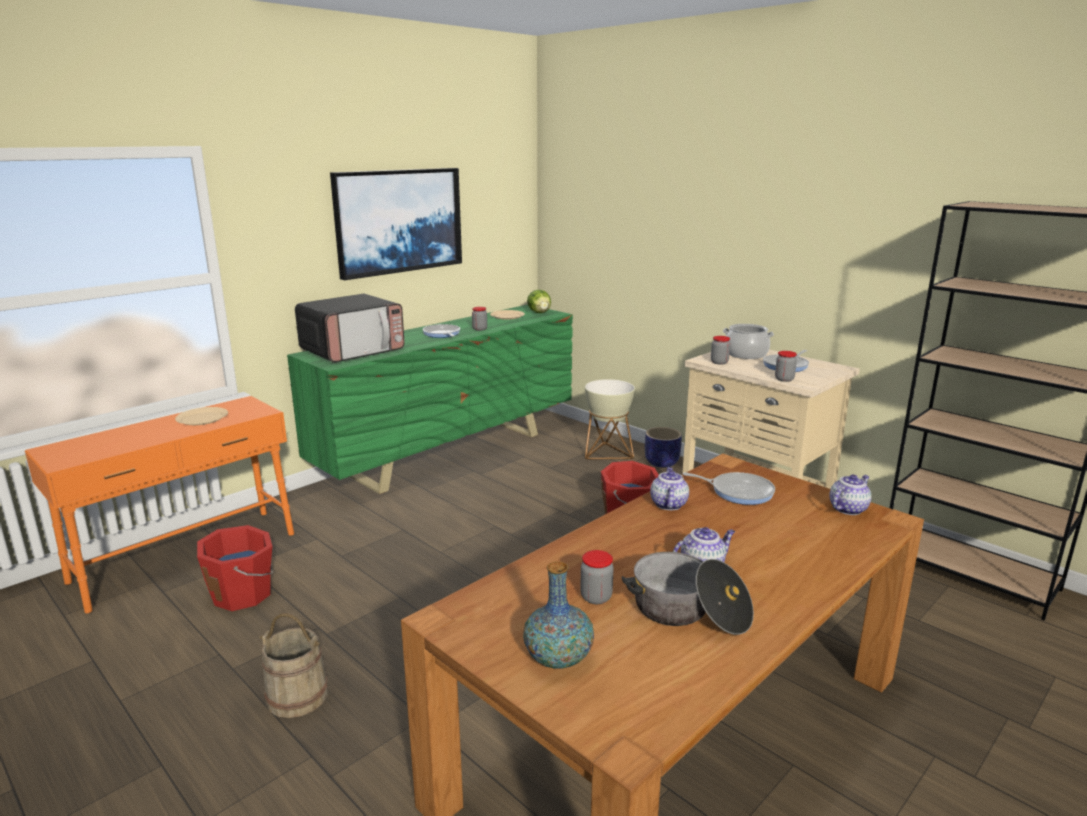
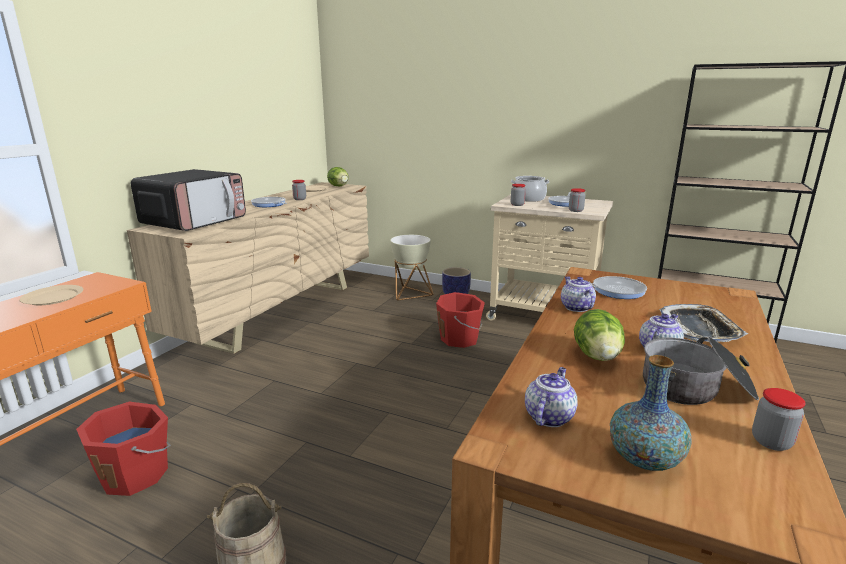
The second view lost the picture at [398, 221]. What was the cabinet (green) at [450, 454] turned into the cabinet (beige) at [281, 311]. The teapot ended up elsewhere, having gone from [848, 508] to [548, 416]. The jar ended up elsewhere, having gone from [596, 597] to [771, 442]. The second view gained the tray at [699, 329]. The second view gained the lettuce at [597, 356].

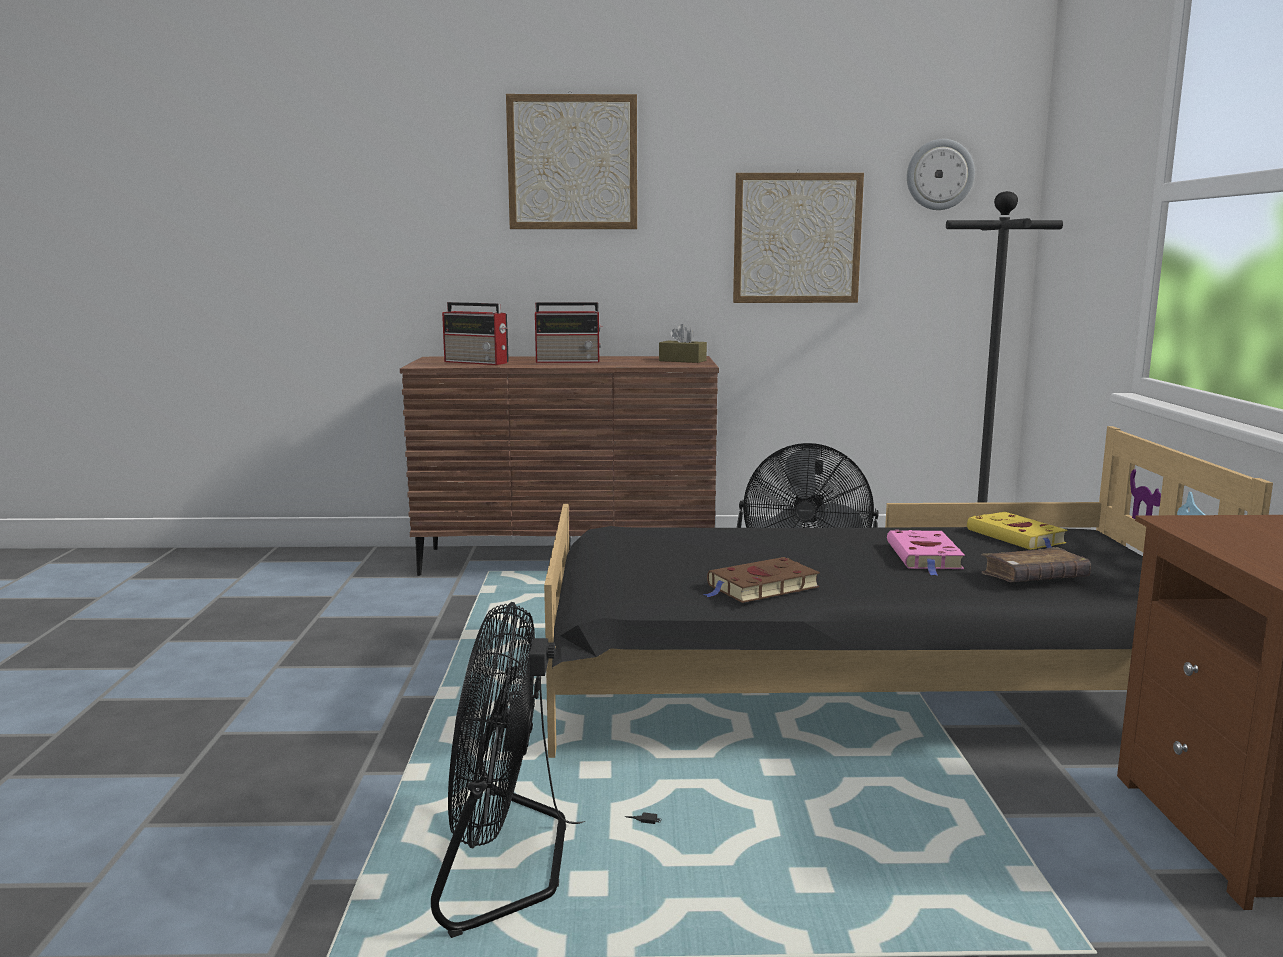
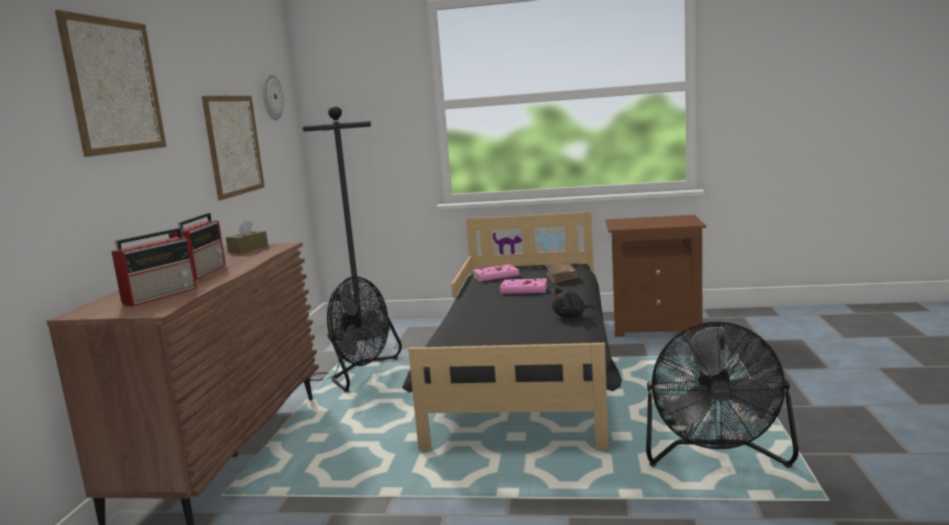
What was the book (yellow) at [1018, 537] turned into the book (pink) at [497, 276]. Where the book (brown) stood at [760, 587], the plush toy (black) came to stand at [571, 316].

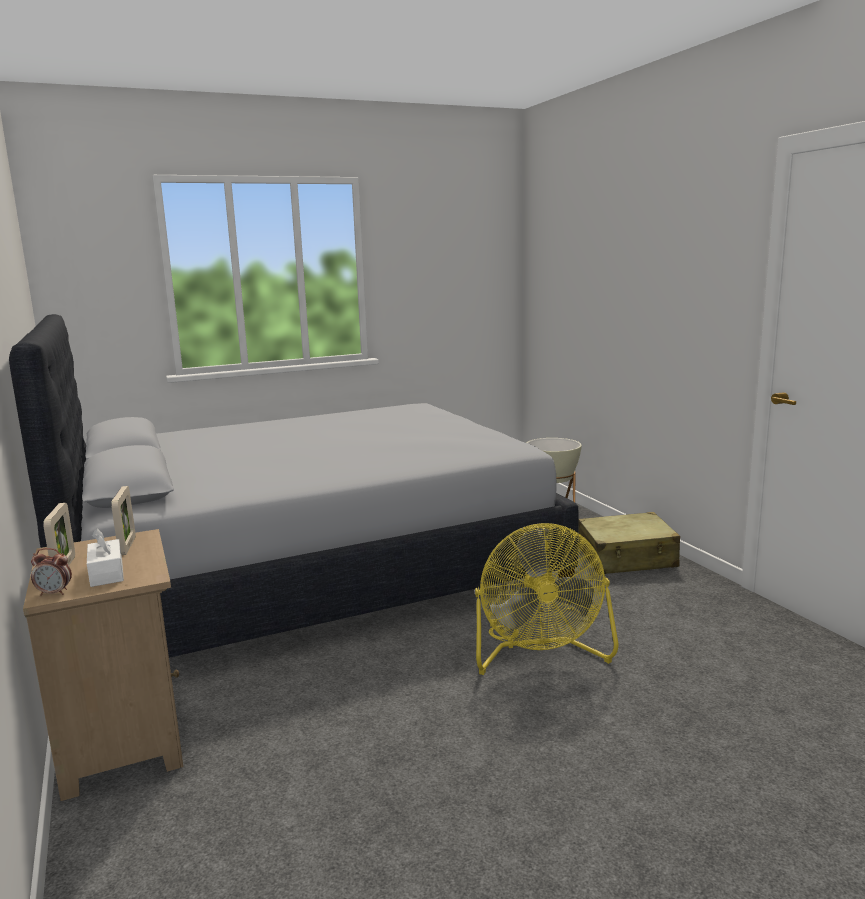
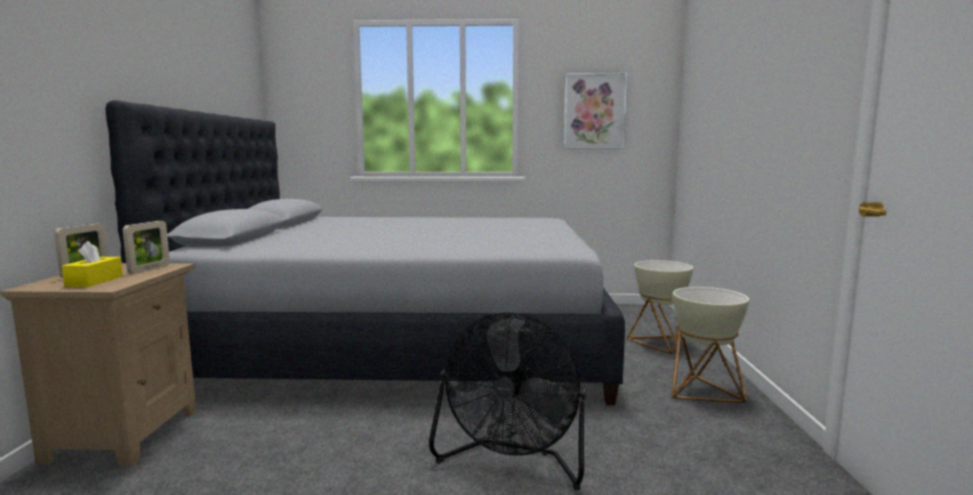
Where the suitcase (beige) stood at [627, 558], the planter came to stand at [704, 391]. What was the fan (yellow) at [534, 654] turned into the fan (black) at [508, 458]. What was the tissue box (white) at [106, 573] turned into the tissue box (yellow) at [94, 281]. The second view lost the alarm clock at [54, 593]. The second view gained the picture at [594, 111].

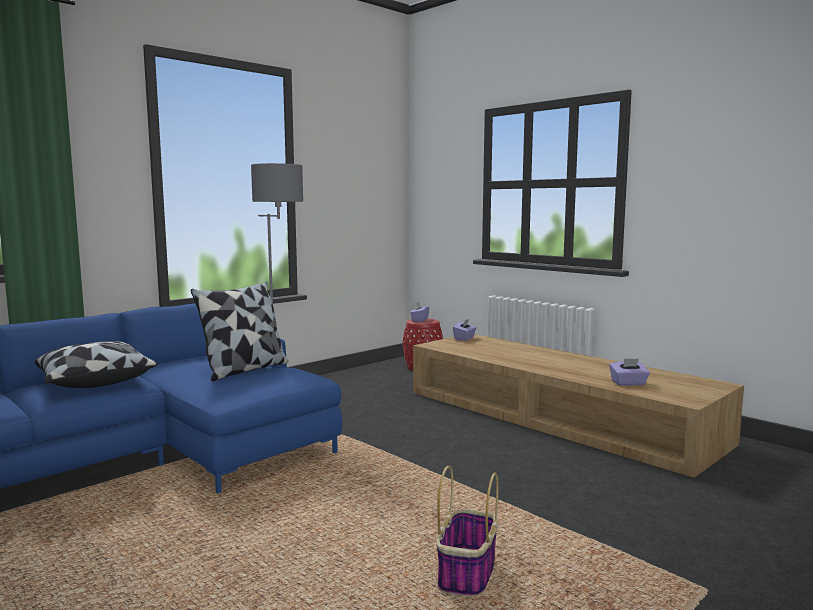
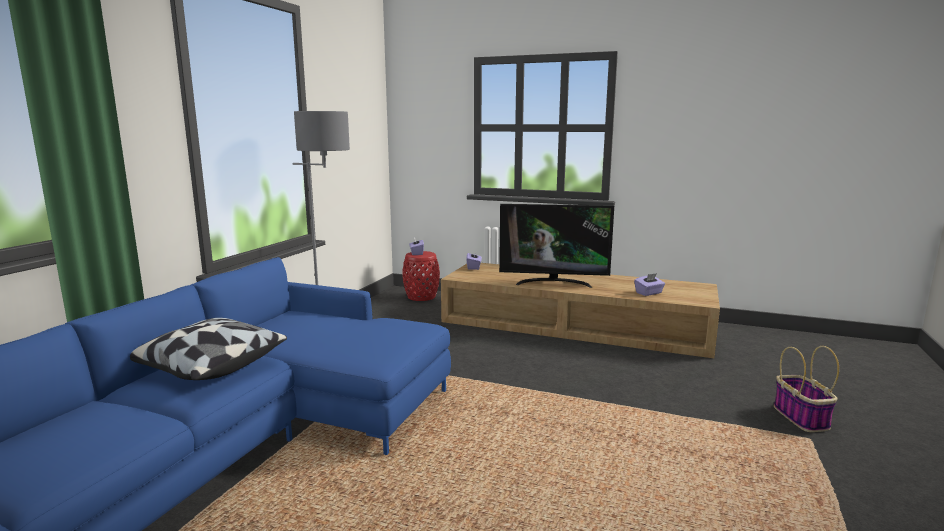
The second view lost the pillow at [244, 370]. The basket ended up elsewhere, having gone from [467, 574] to [802, 418]. The second view gained the television at [553, 282].

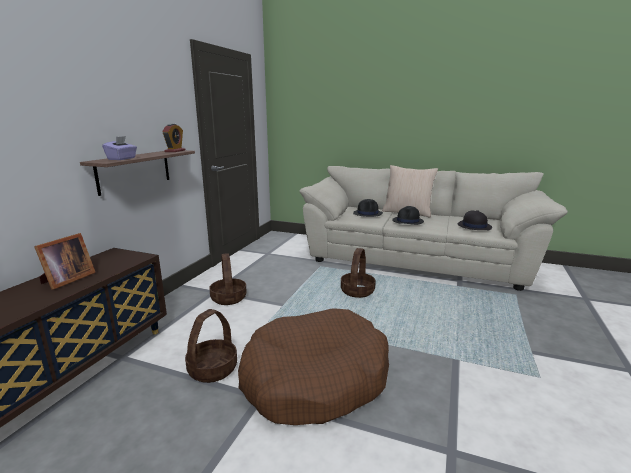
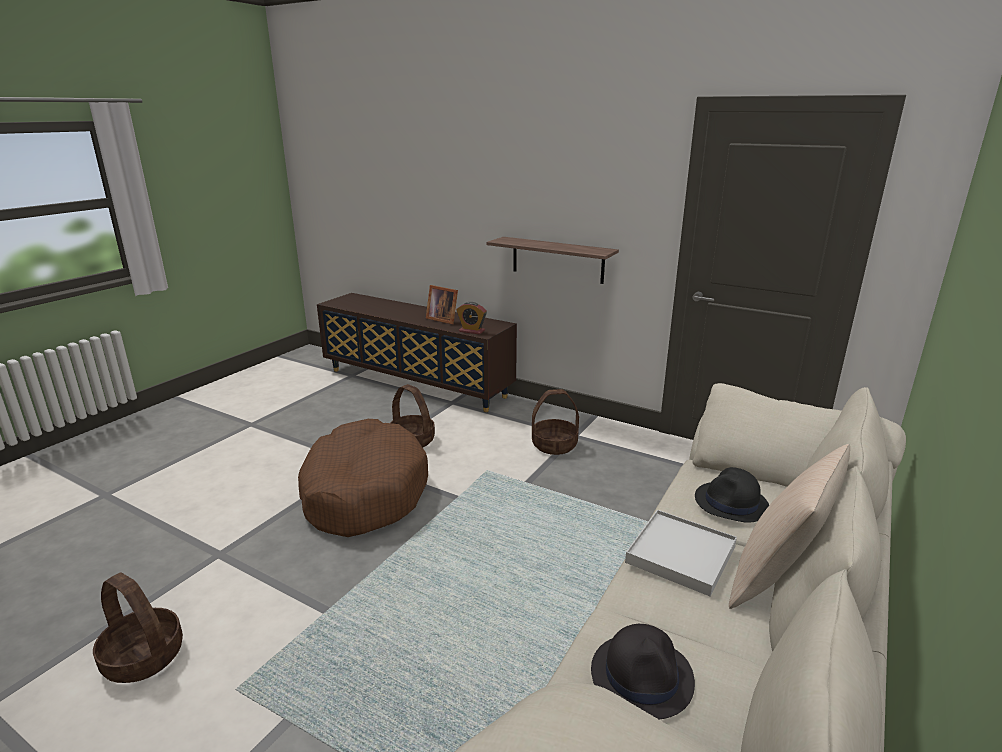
The alarm clock ended up elsewhere, having gone from [175, 151] to [471, 331]. The second view lost the tissue box (purple) at [122, 159]. Where the hat (black) stood at [408, 221], the tray (white) came to stand at [680, 555]. The basket ended up elsewhere, having gone from [357, 291] to [143, 657].

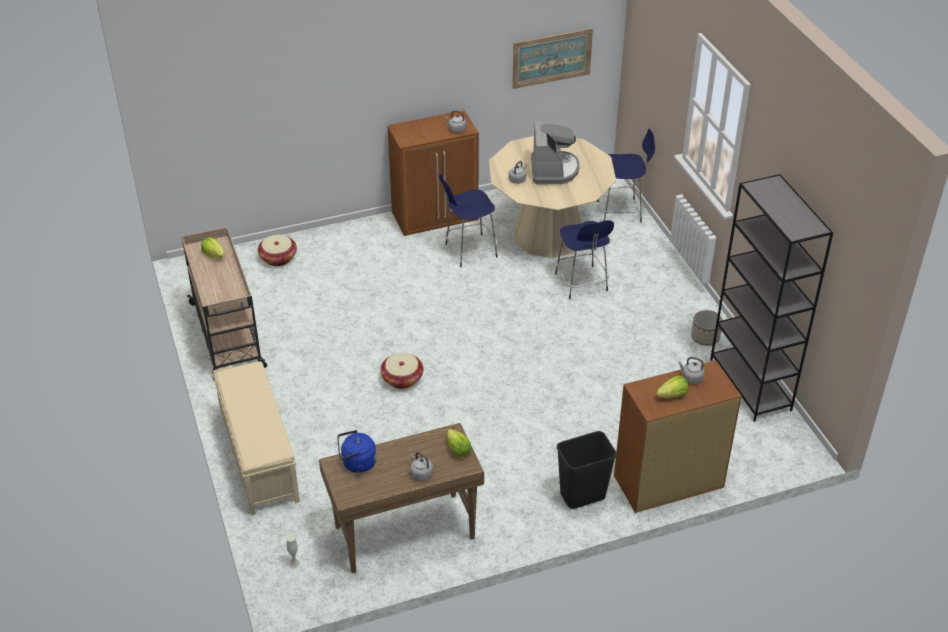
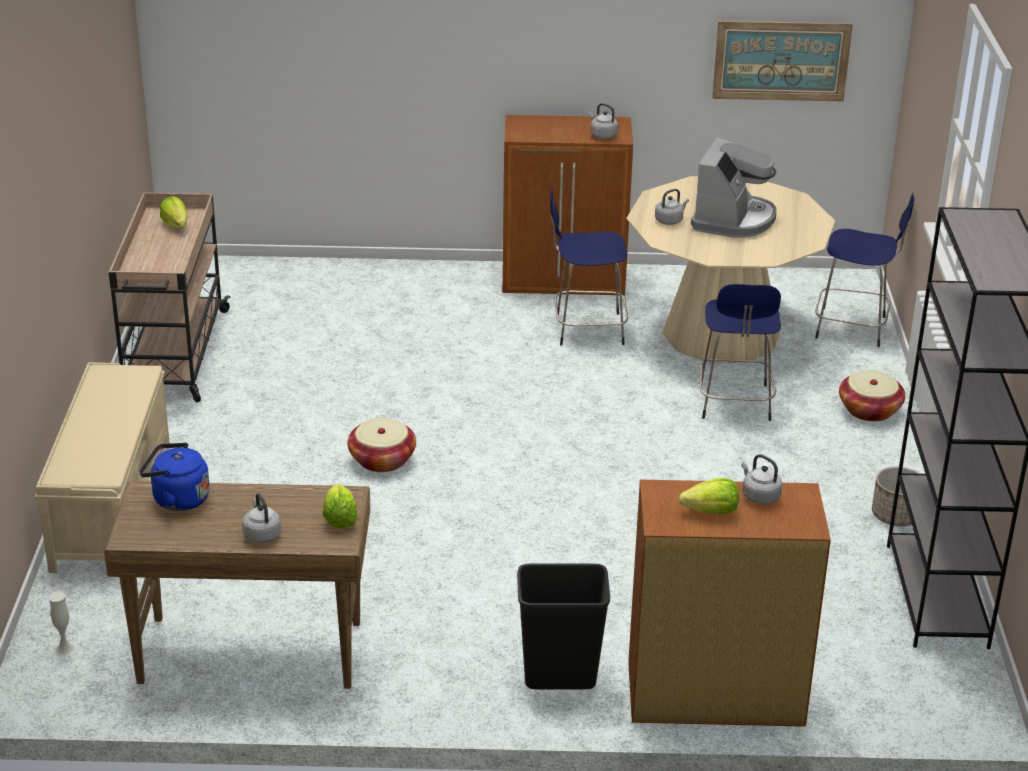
The basket ended up elsewhere, having gone from [278, 258] to [869, 410].

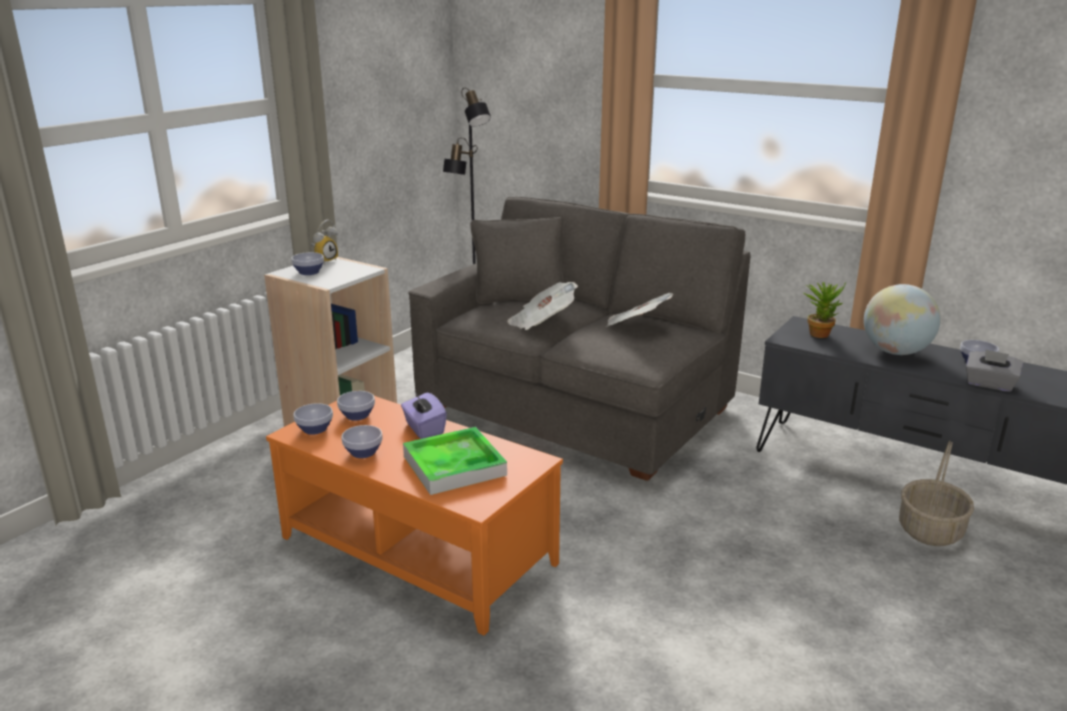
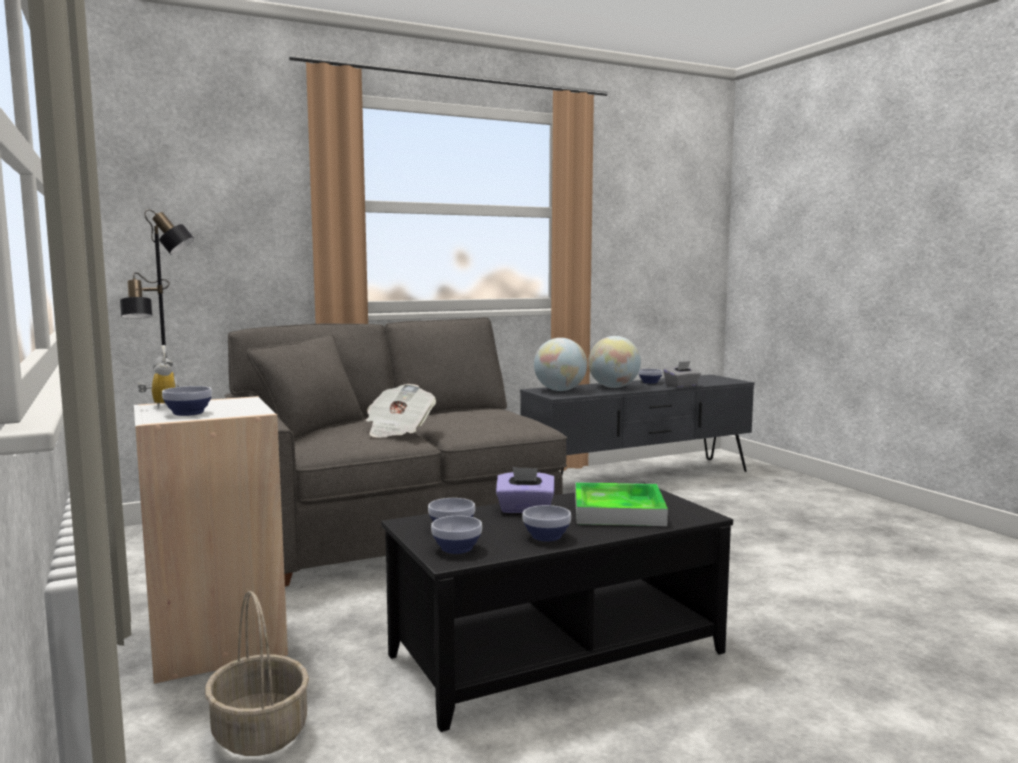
Where the potted plant stood at [820, 333], the globe came to stand at [560, 390]. The second view lost the newspaper at [636, 327]. What was the coffee table (orange) at [419, 549] turned into the coffee table (black) at [555, 652]. The basket ended up elsewhere, having gone from [929, 530] to [258, 732].

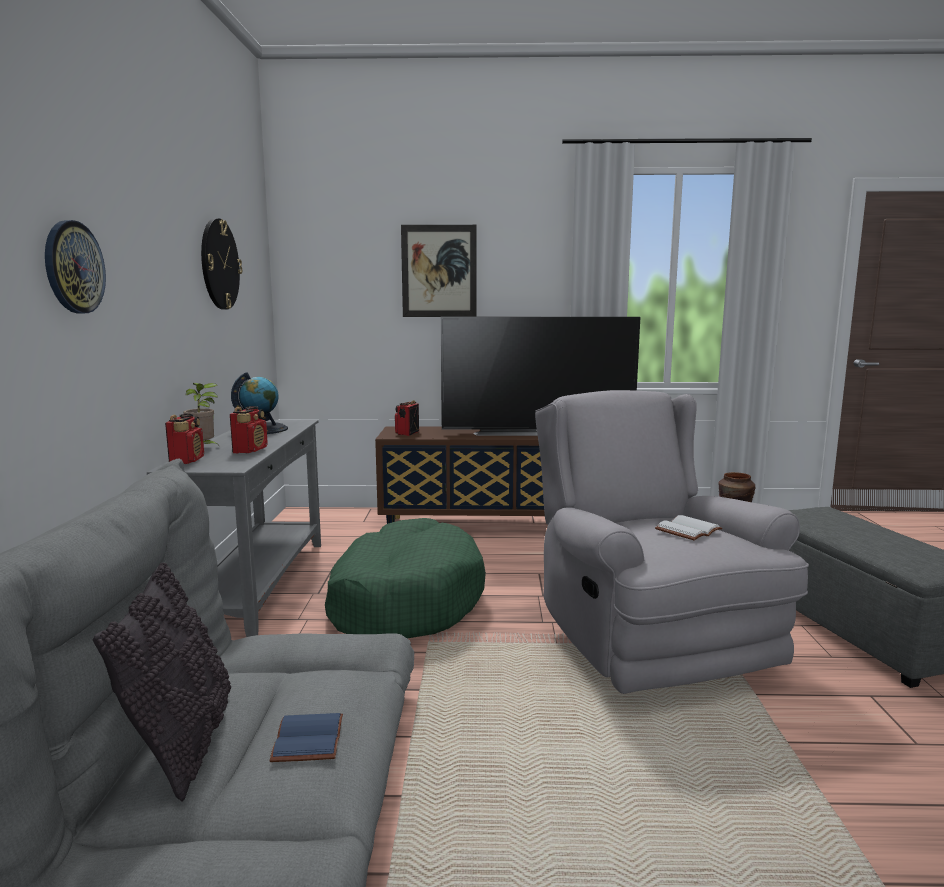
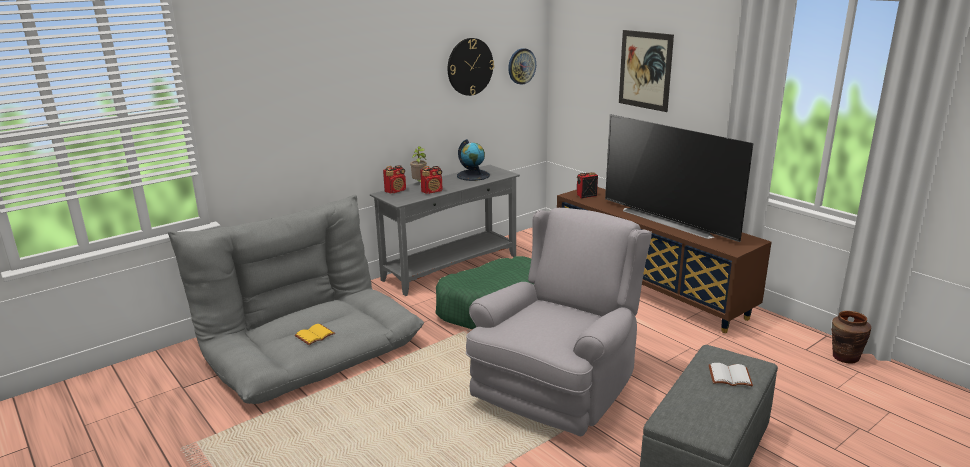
The wall clock ended up elsewhere, having gone from [73, 267] to [521, 66]. The book (white) ended up elsewhere, having gone from [689, 531] to [729, 377]. The second view lost the pillow (black) at [182, 743]. What was the book (blue) at [306, 738] turned into the book (yellow) at [315, 335].

